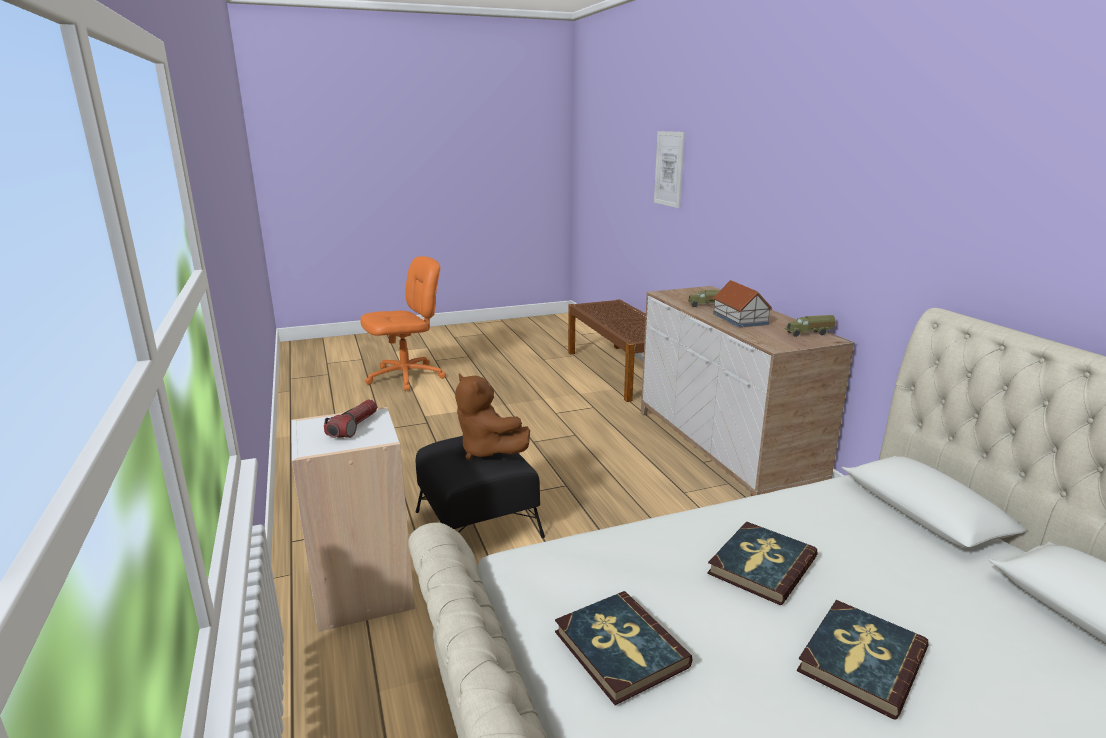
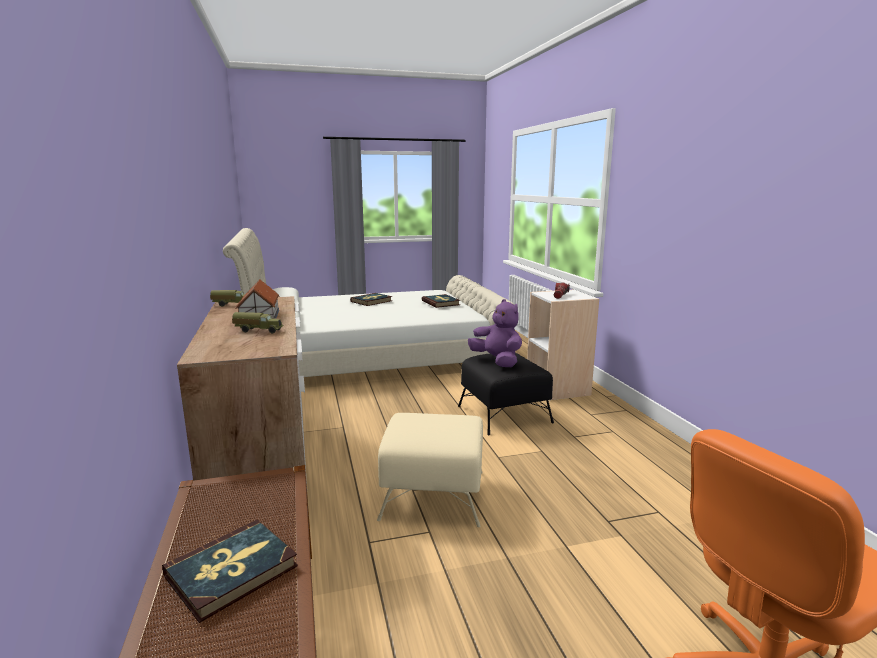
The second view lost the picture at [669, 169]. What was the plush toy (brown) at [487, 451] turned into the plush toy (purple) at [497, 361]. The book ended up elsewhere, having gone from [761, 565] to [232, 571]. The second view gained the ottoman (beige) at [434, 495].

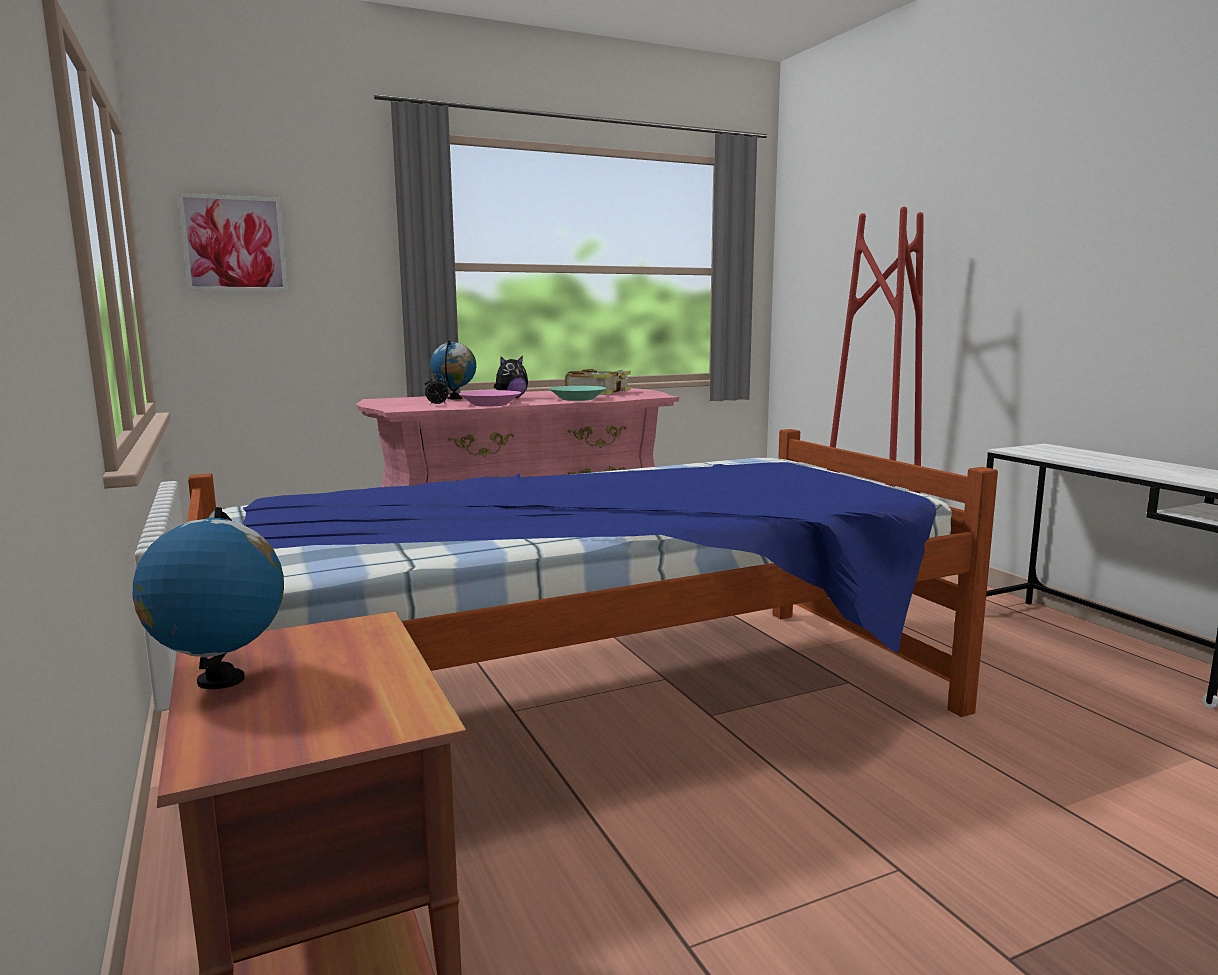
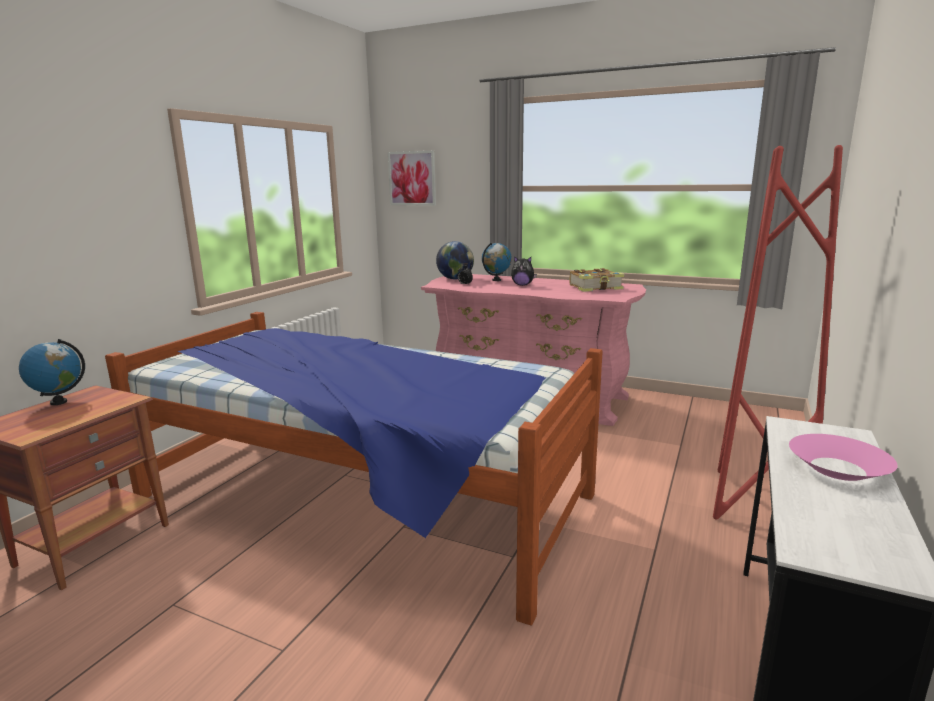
The second view lost the bowl (turquoise) at [577, 399]. The bowl (pink) ended up elsewhere, having gone from [490, 404] to [837, 468]. The second view gained the globe at [455, 279].

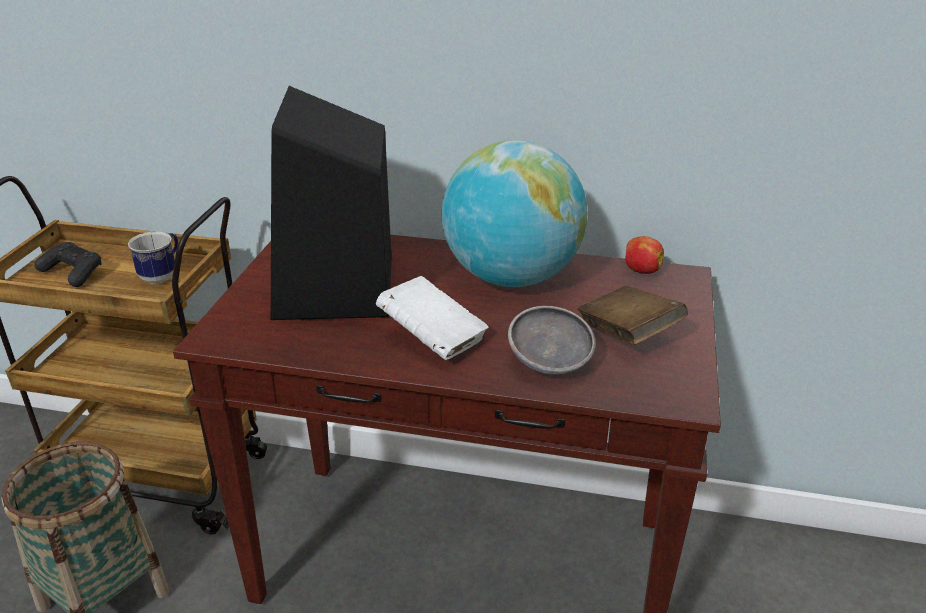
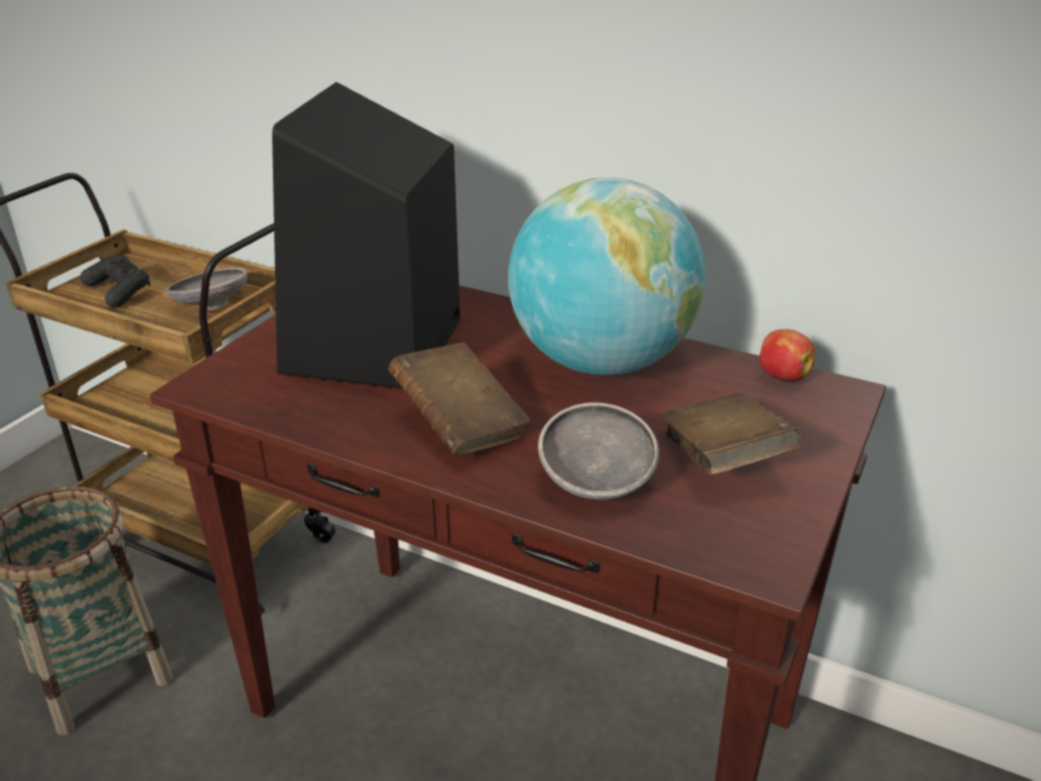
Where the mug stood at [162, 275], the bowl (grey) came to stand at [211, 306]. What was the book (white) at [433, 339] turned into the book (brown) at [460, 426].

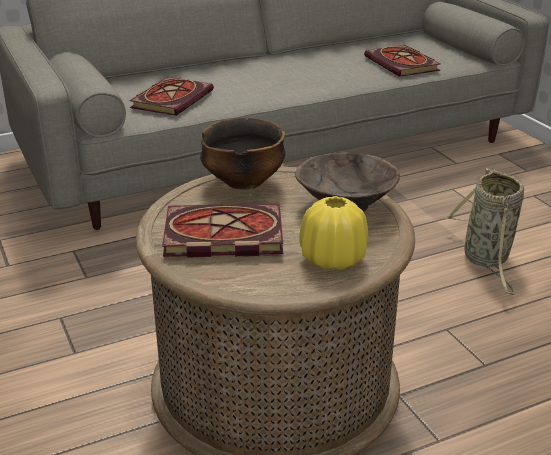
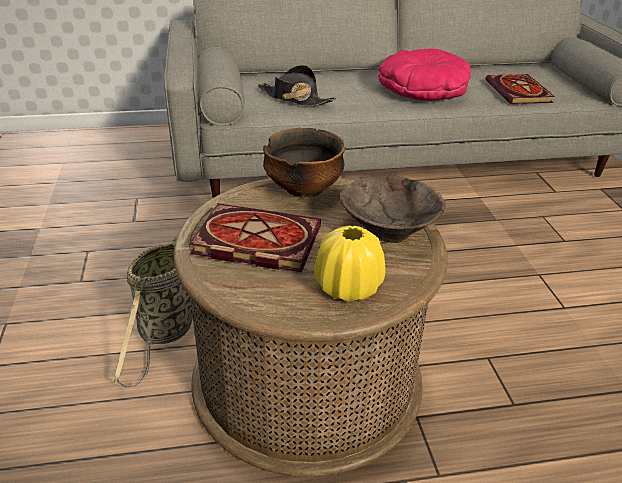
Where the book stood at [172, 99], the hat (black) came to stand at [295, 98]. The basket ended up elsewhere, having gone from [487, 259] to [165, 333]. The second view gained the pillow (pink) at [421, 89].

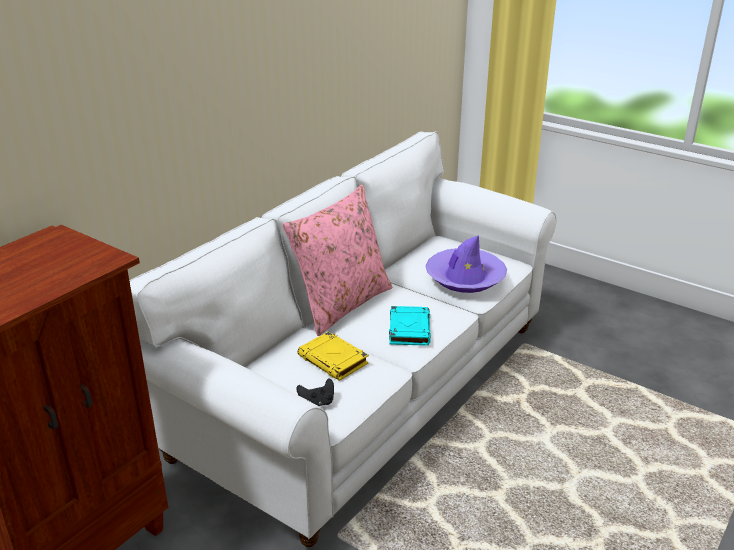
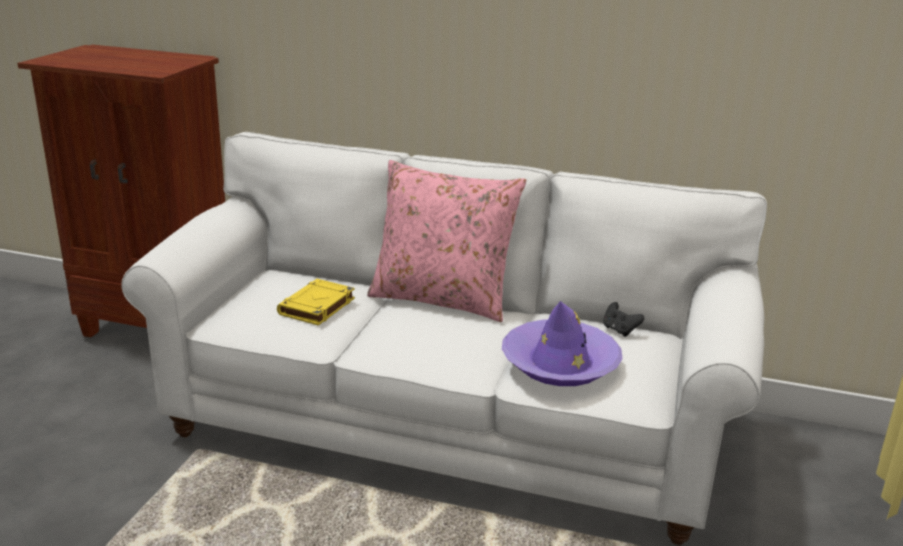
The second view lost the book (turquoise) at [409, 329]. The game controller (black) ended up elsewhere, having gone from [317, 403] to [619, 330].

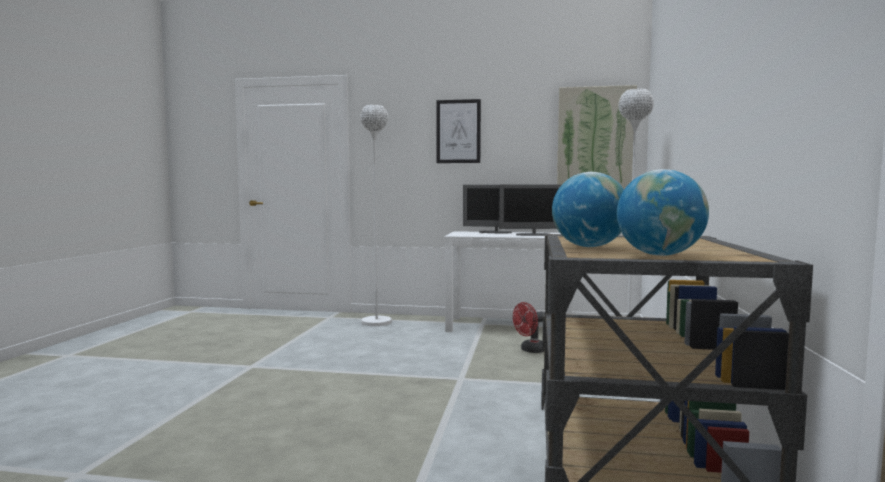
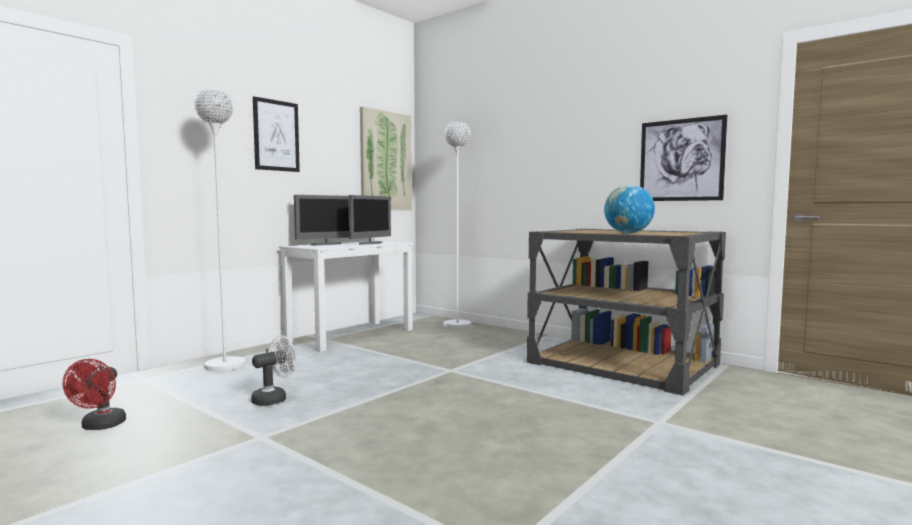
The second view lost the globe at [659, 255]. The fan (red) ended up elsewhere, having gone from [530, 350] to [100, 426]. The second view gained the picture at [681, 160]. The second view gained the fan (white) at [274, 399].

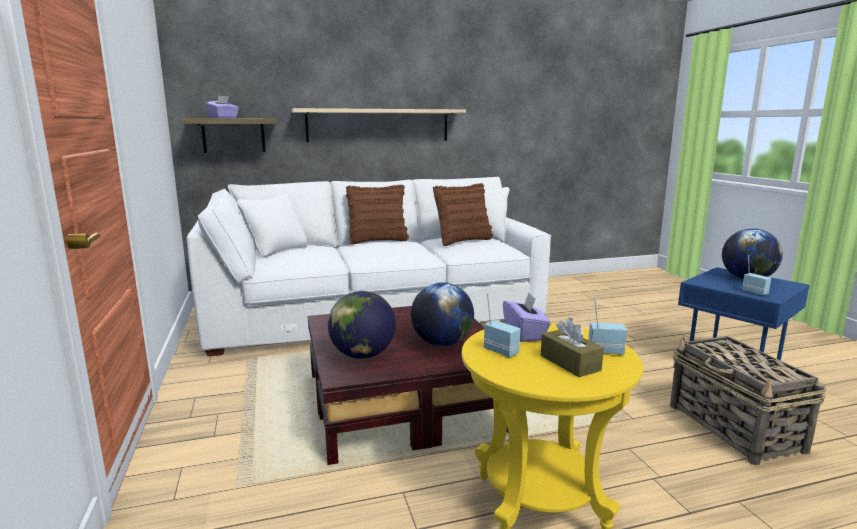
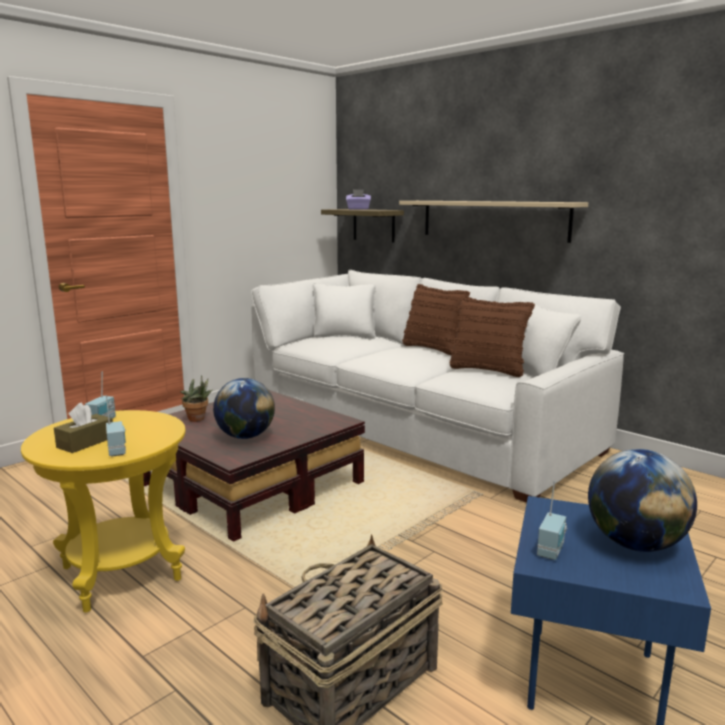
Where the globe stood at [362, 355], the potted plant came to stand at [198, 419]. The second view lost the tissue box (purple) at [525, 334].

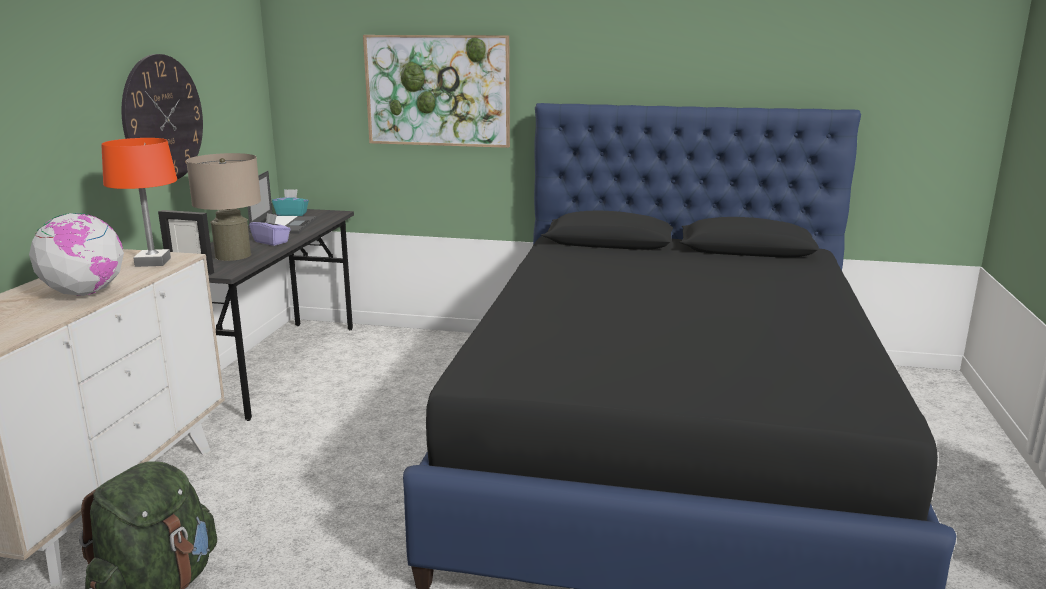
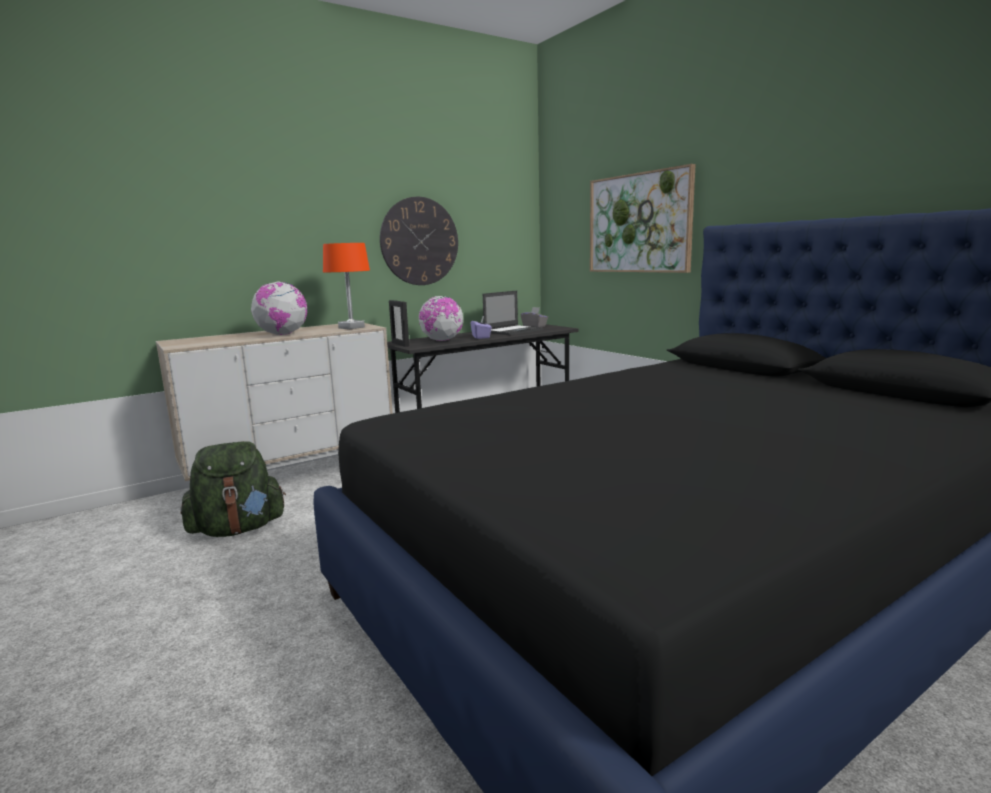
Where the table lamp (beige) stood at [233, 255], the globe came to stand at [442, 340]. What was the tissue box (turquoise) at [292, 214] turned into the tissue box (grey) at [534, 326].

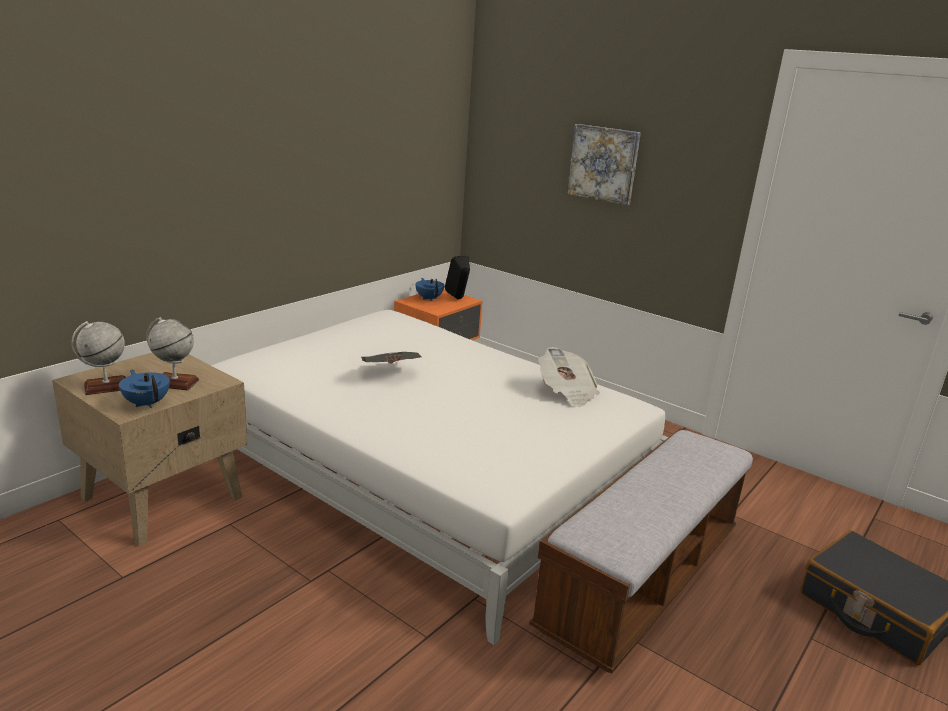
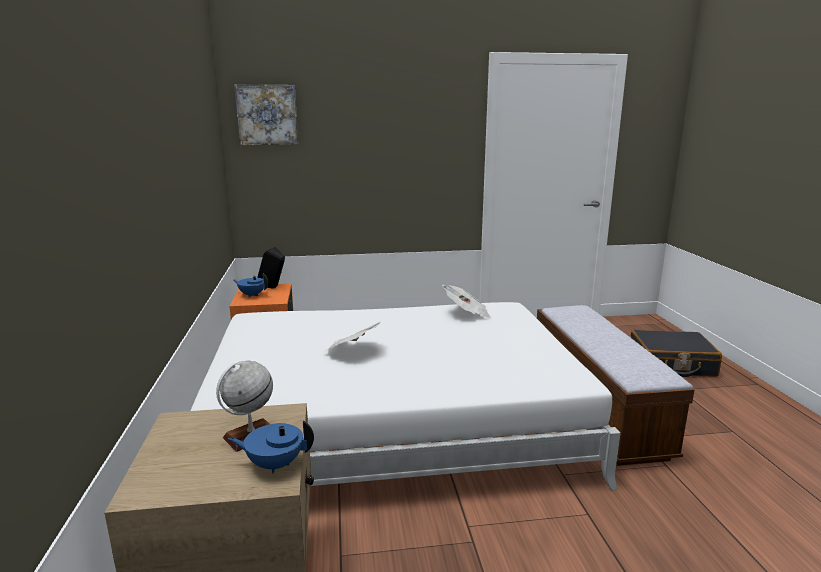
The picture ended up elsewhere, having gone from [603, 164] to [267, 115]. The second view lost the globe at [106, 387].

